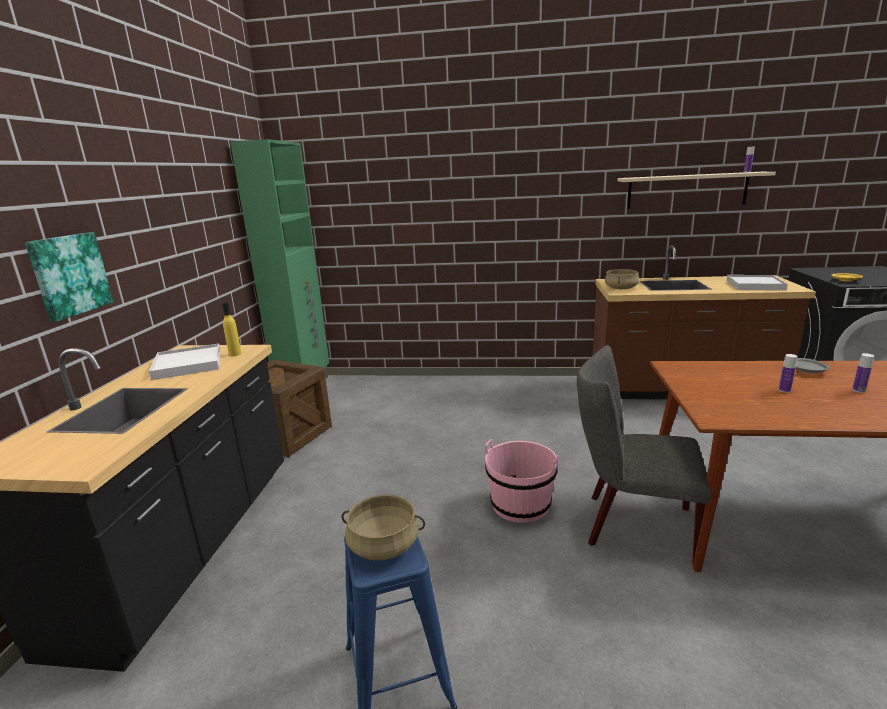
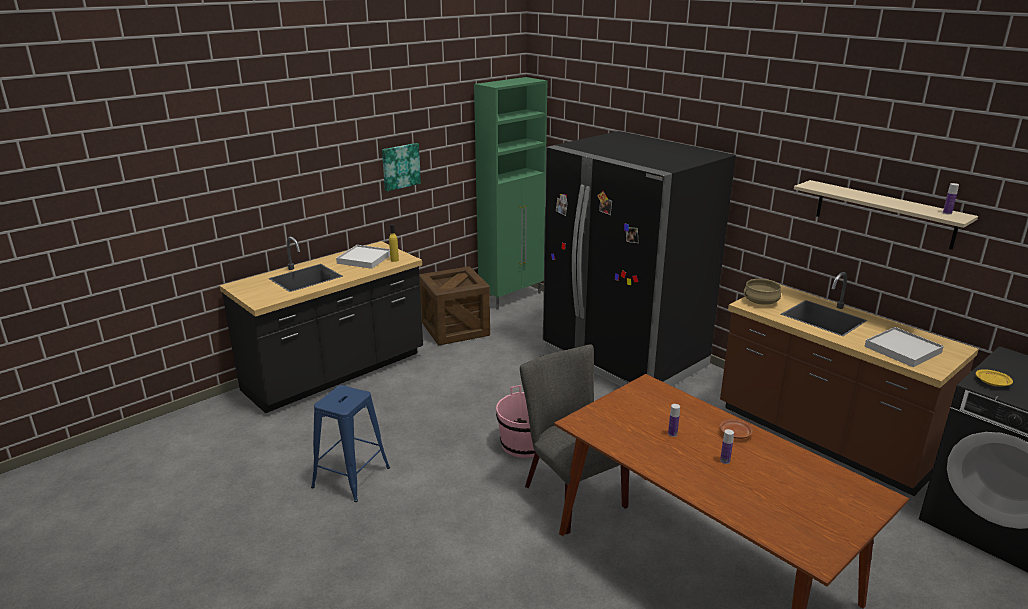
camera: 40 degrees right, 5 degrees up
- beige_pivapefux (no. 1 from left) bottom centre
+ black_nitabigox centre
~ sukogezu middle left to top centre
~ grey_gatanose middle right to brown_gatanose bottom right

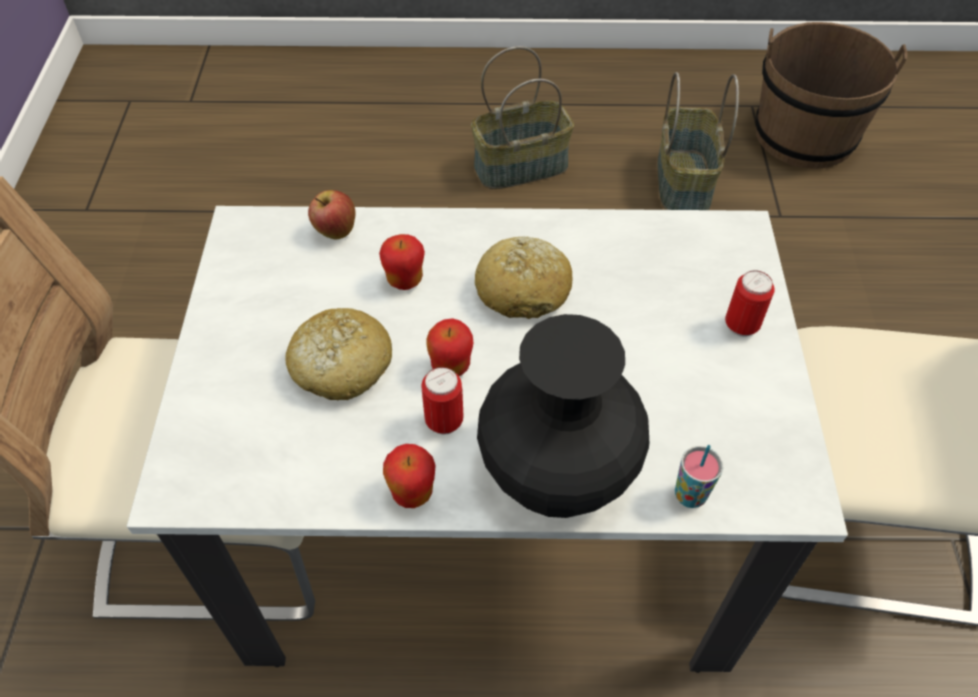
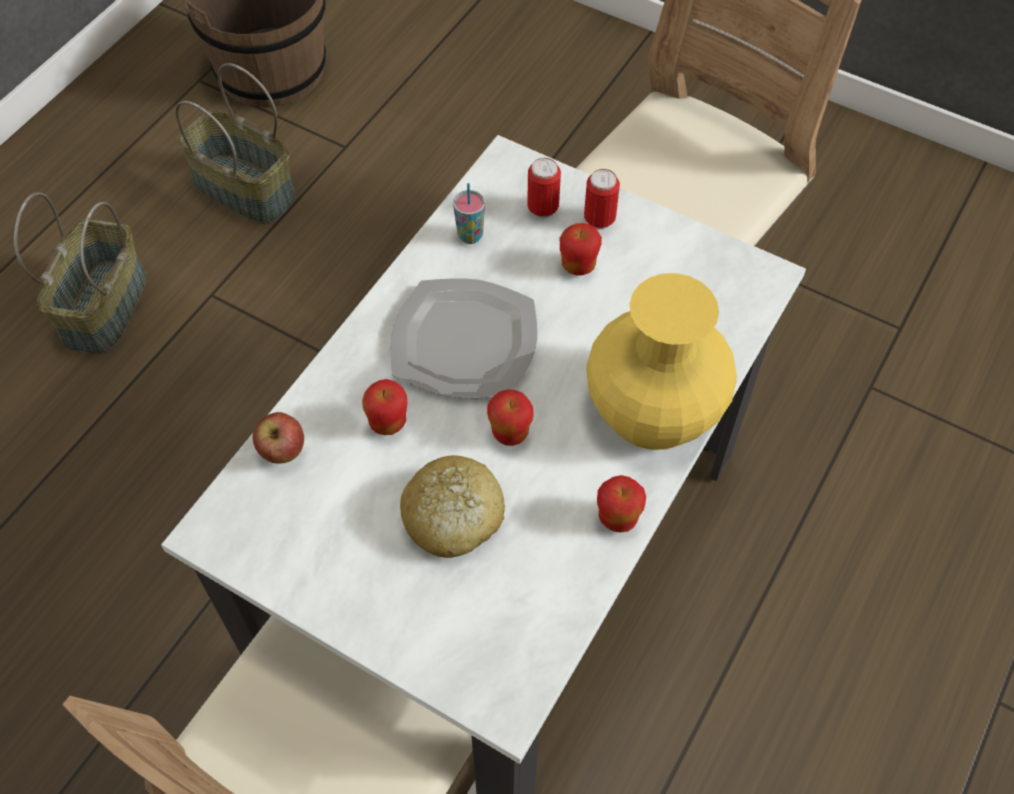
camera: 60 degrees left, 5 degrees up
+ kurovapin (no. 4 from left) top centre
~ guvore (no. 1 from left) centre to top centre
~ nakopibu bottom right to top centre
~ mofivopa (no. 2 from left) centre to gatanose centre
~ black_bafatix centre to yellow_bafatix centre

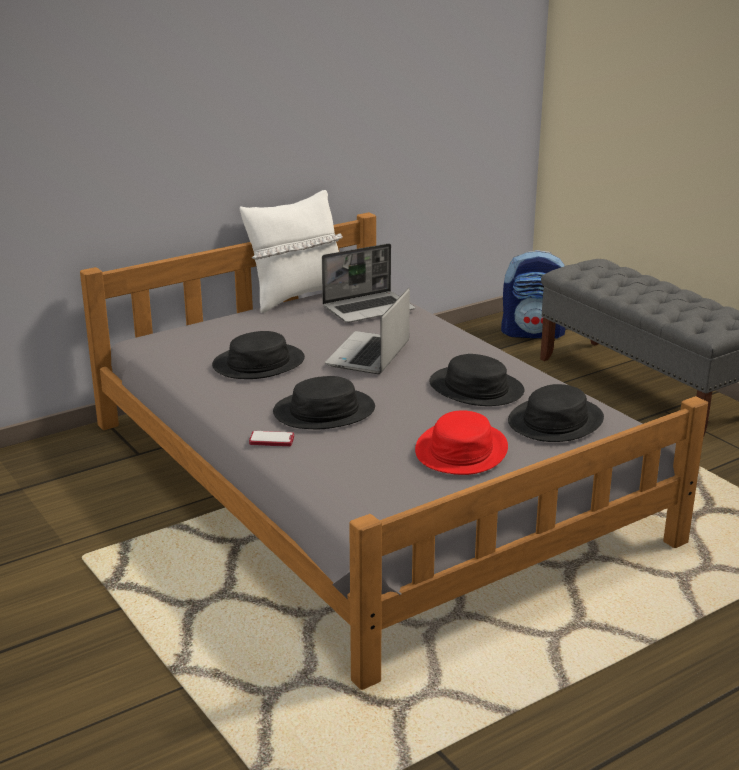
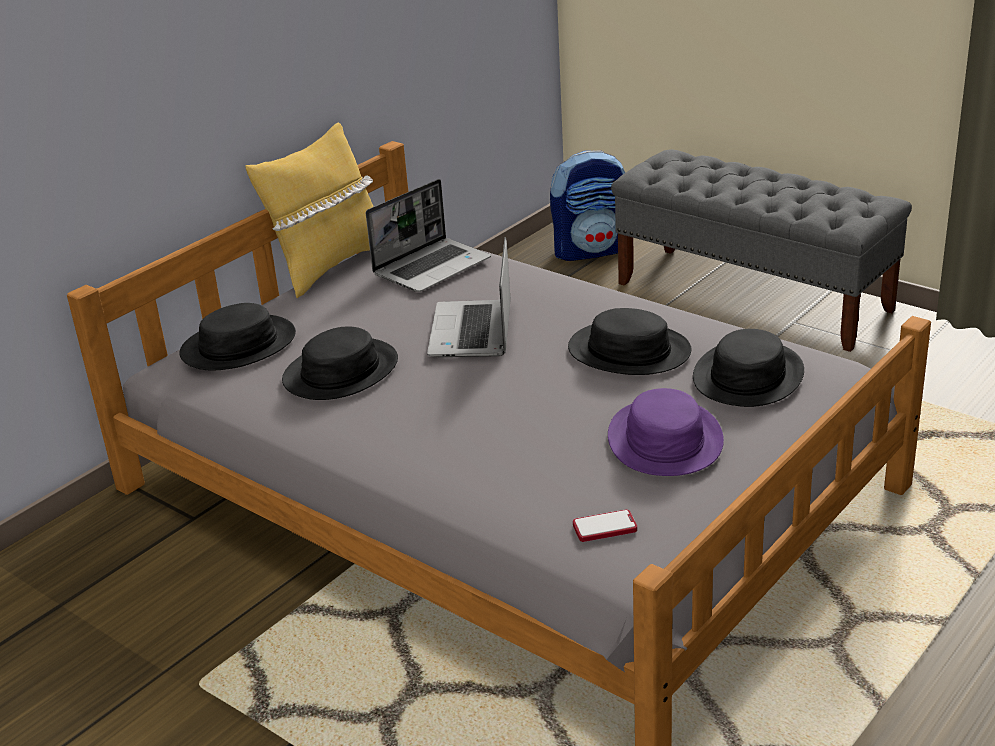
camera: 15 degrees left, 5 degrees up
~ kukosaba centre to bottom centre
~ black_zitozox (no. 2 from left in the first image) centre to black_zitozox (no. 1 from left) middle left
~ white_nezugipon top centre to yellow_nezugipon top left
~ red_zitozox centre to purple_zitozox middle right

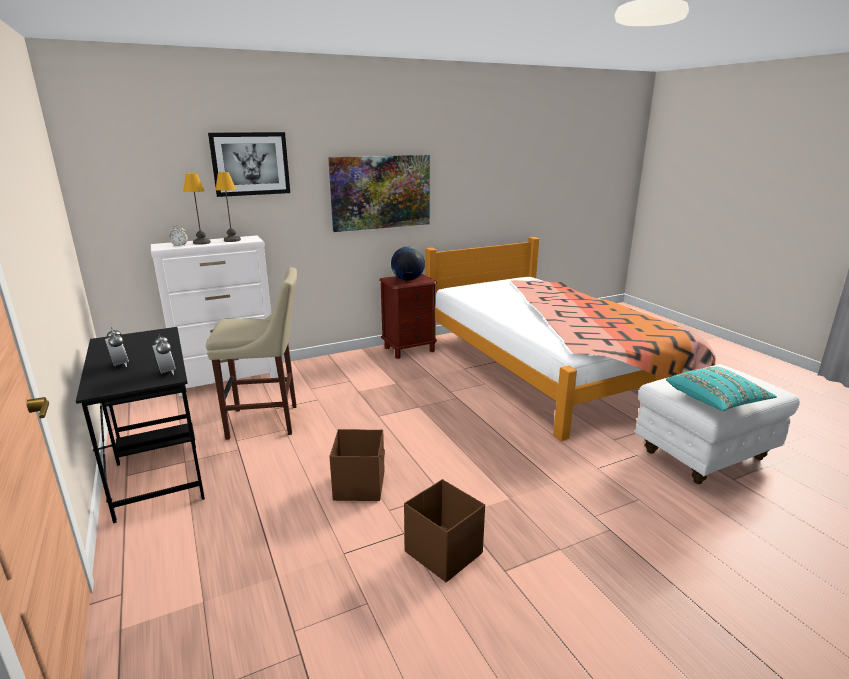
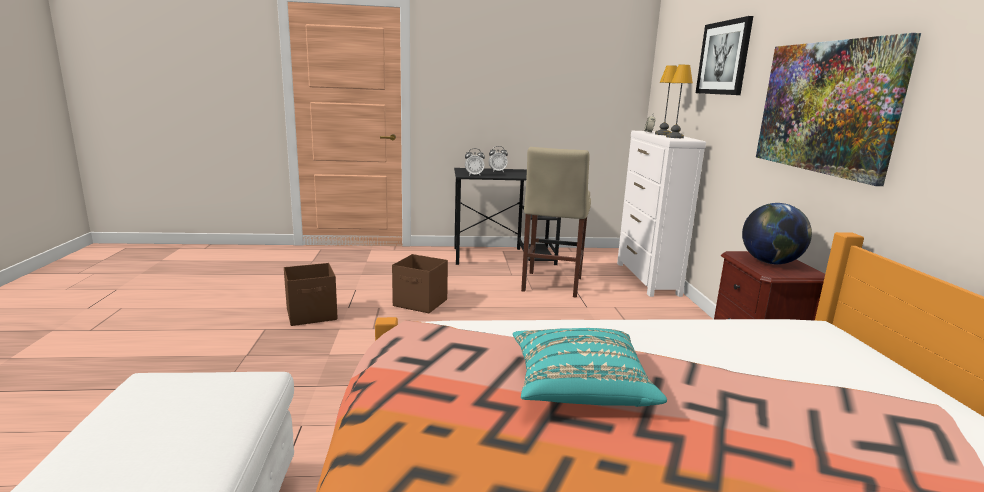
camera: 110 degrees right, 5 degrees down
~ turquoise_nezugipon middle right to bottom centre

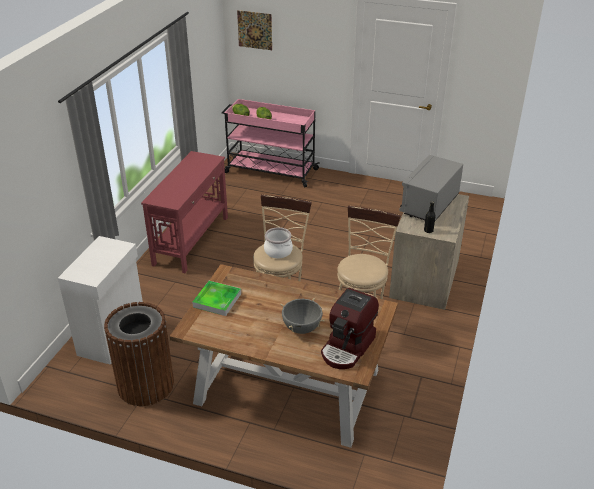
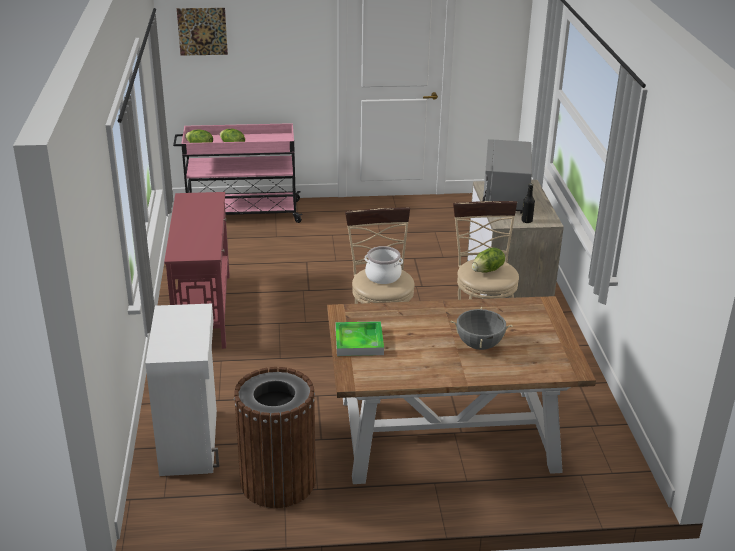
camera: 25 degrees left, 5 degrees down
- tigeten bottom centre
+ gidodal (no. 3 from left) centre

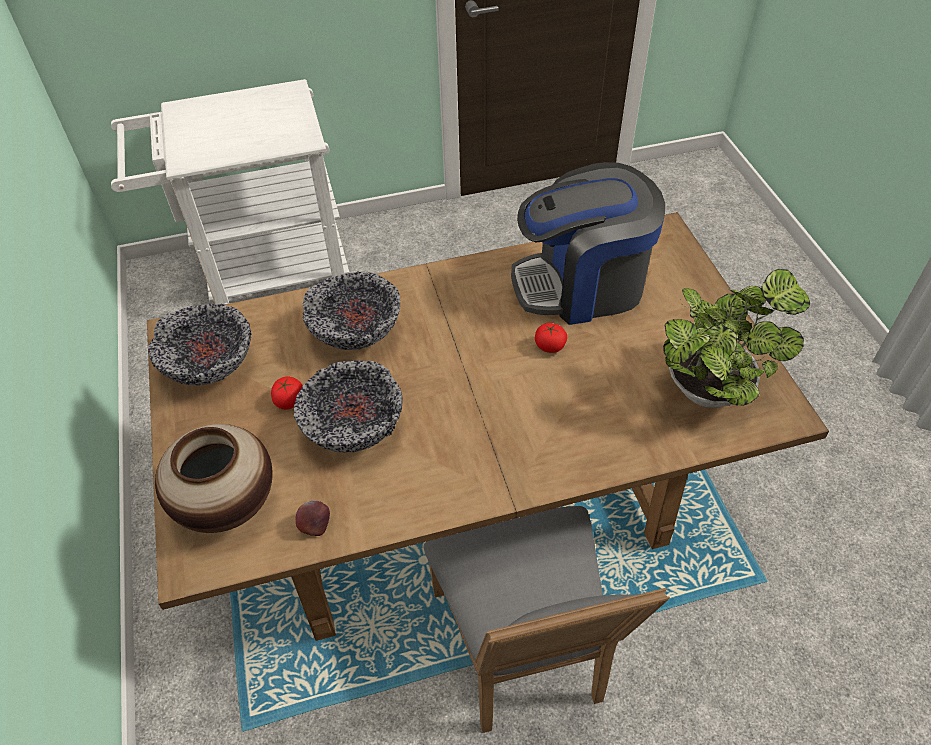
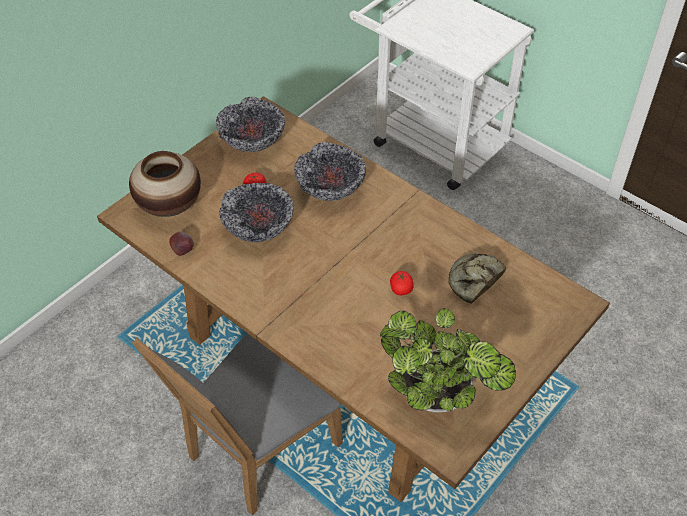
camera: 55 degrees right, 0 degrees up
~ tigeten top centre to mofivopa middle right

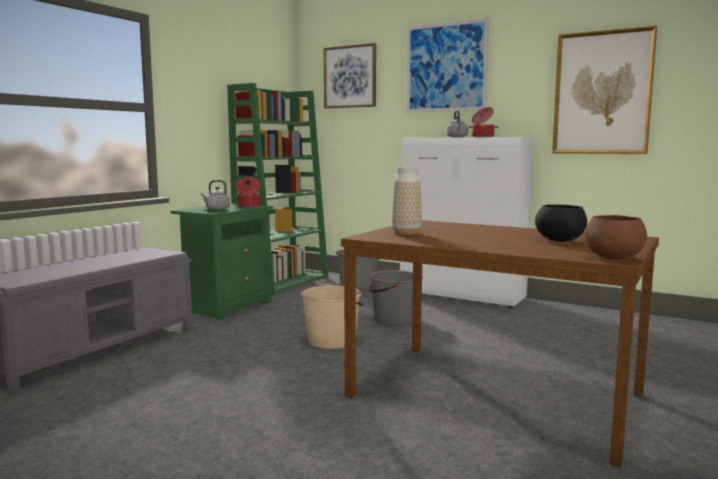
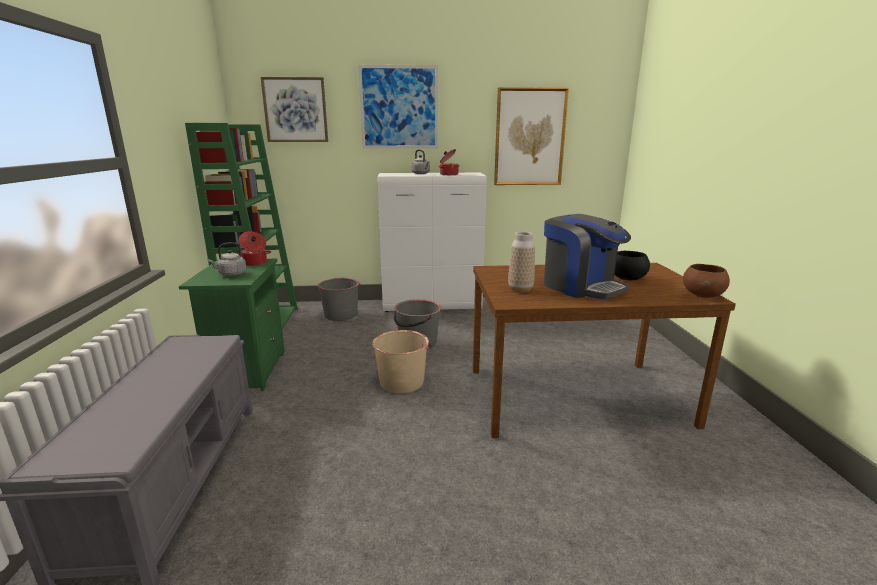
camera: 35 degrees left, 10 degrees up
+ tigeten middle right

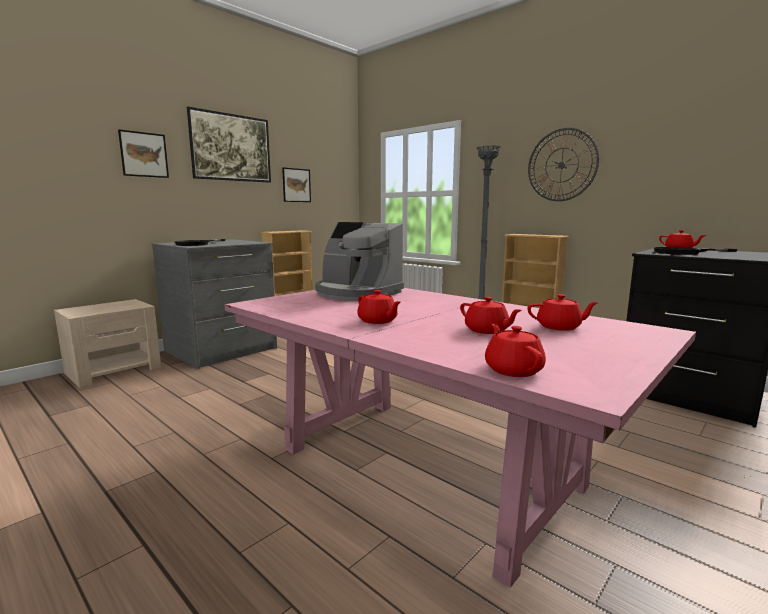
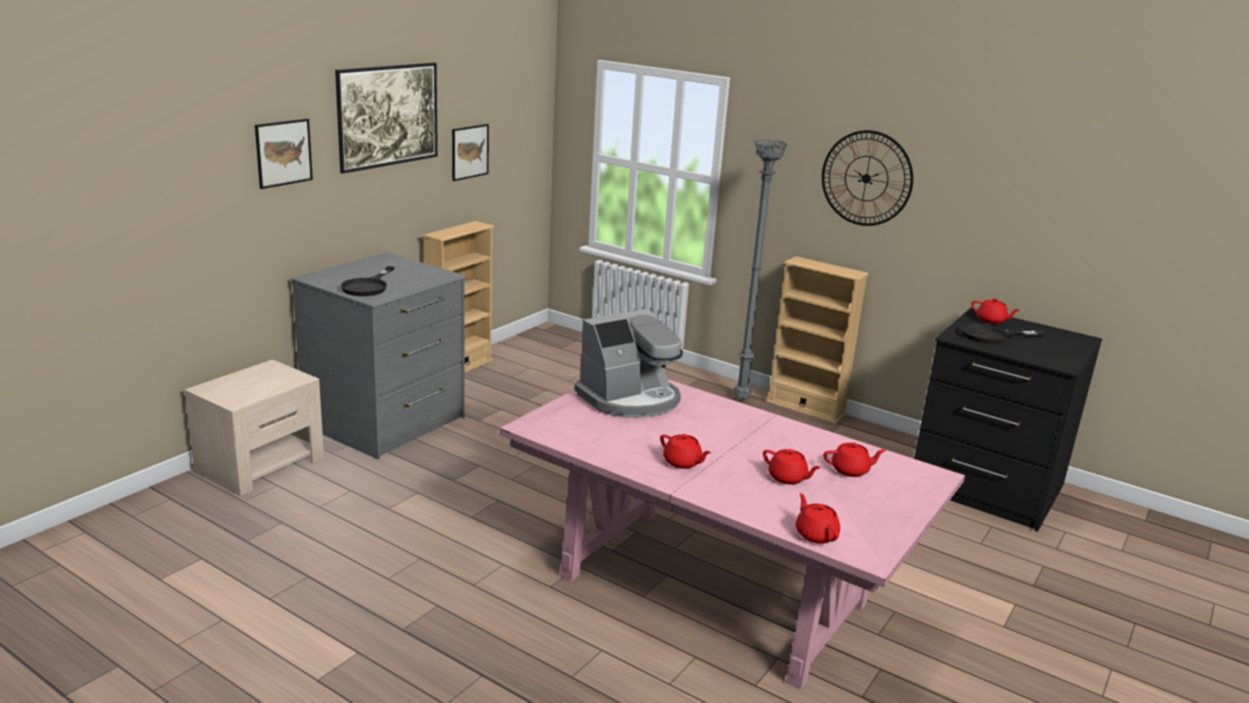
camera: 10 degrees left, 10 degrees up
~ tigeten centre = centre 60 degrees counterclockwise

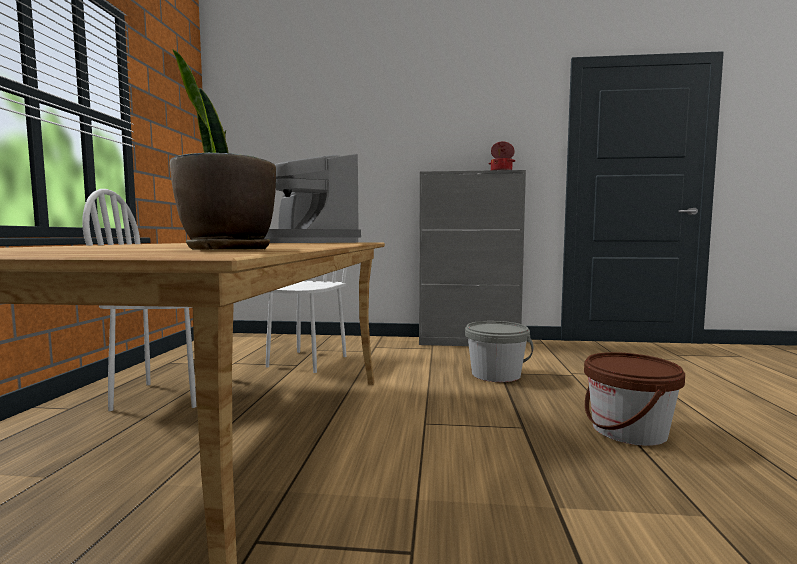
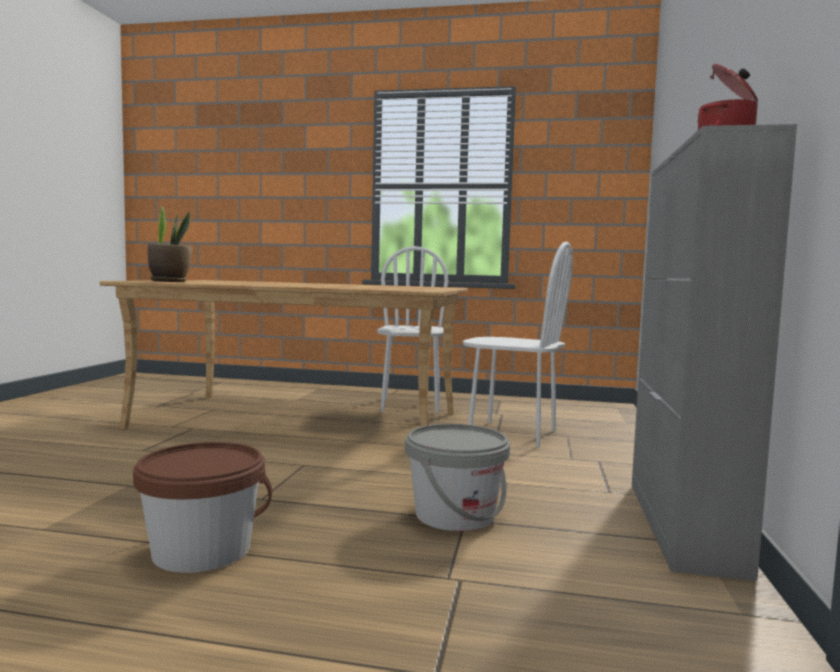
camera: 95 degrees right, 0 degrees up
- tigeten centre

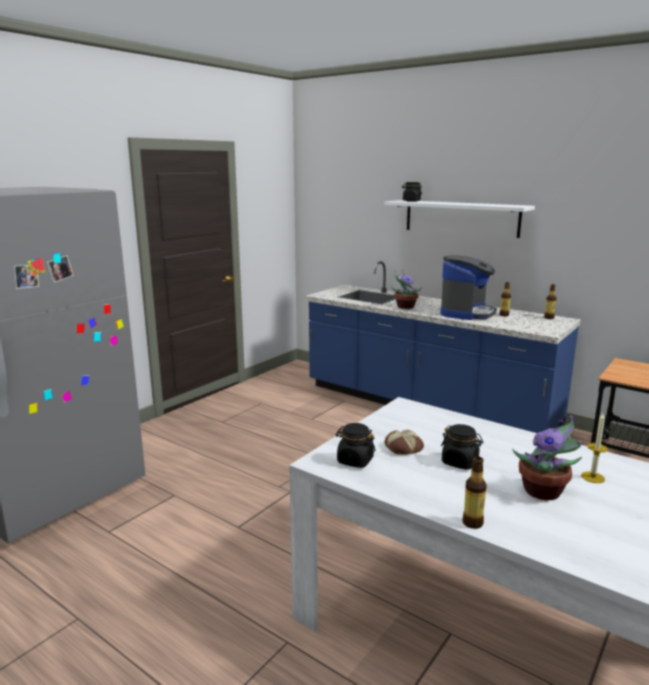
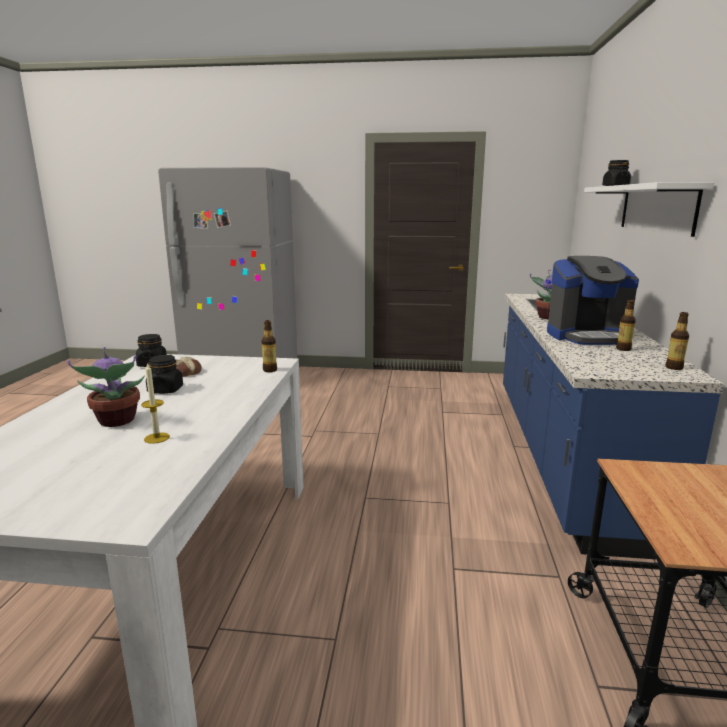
camera: 60 degrees right, 0 degrees up
~ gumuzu (no. 1 from left) bottom right to centre

